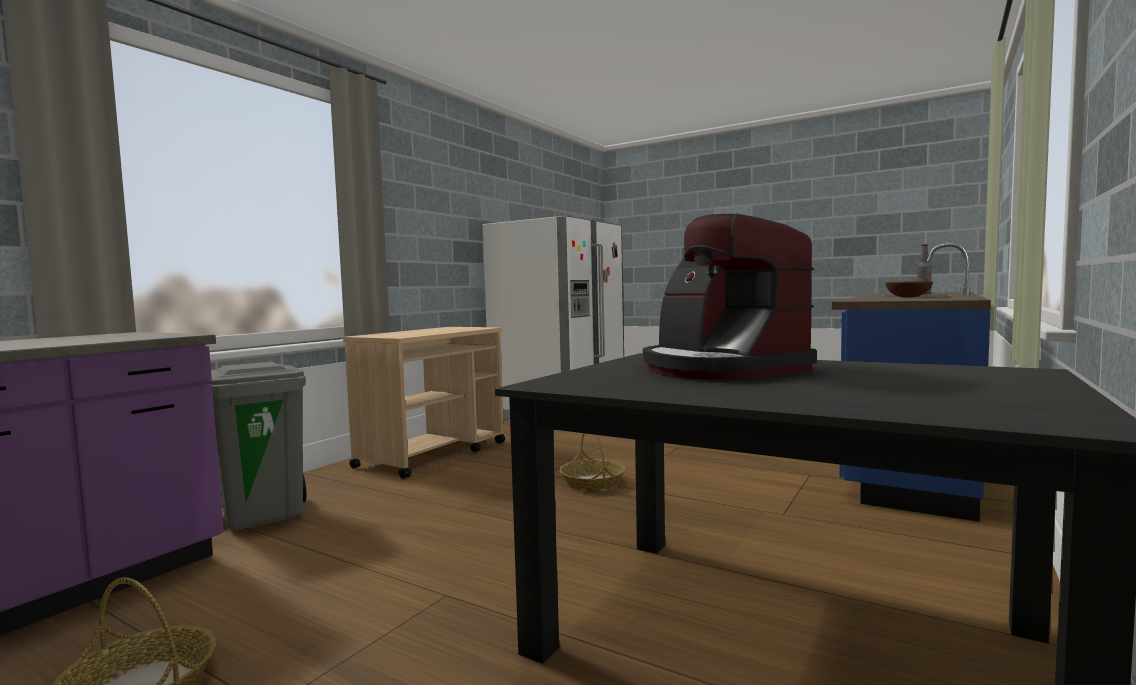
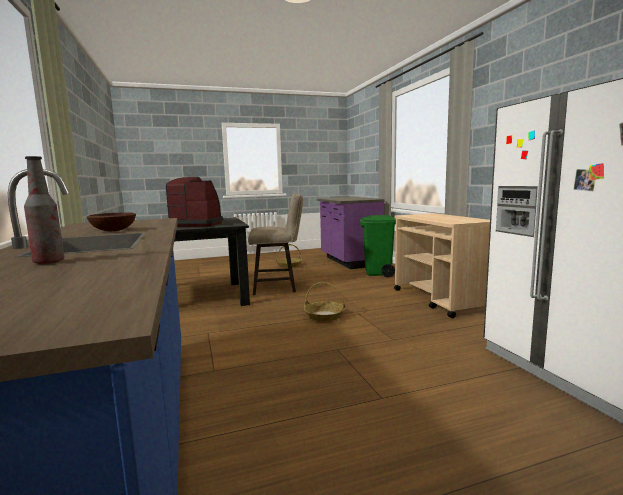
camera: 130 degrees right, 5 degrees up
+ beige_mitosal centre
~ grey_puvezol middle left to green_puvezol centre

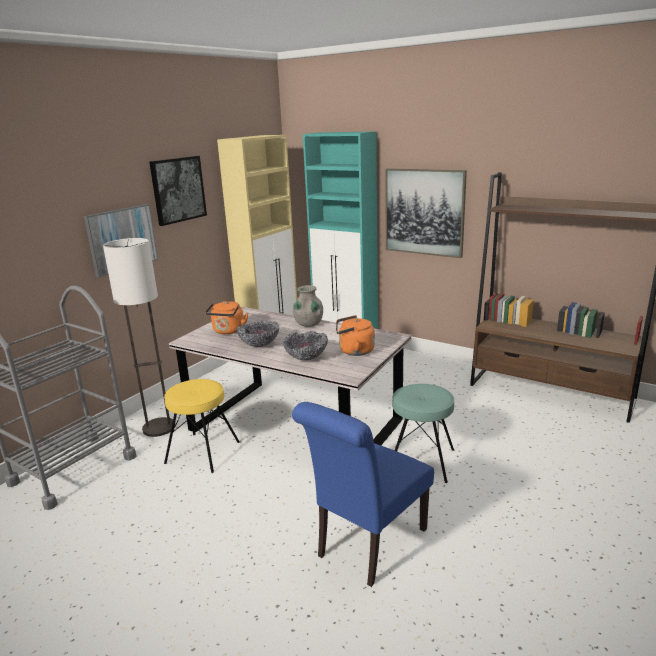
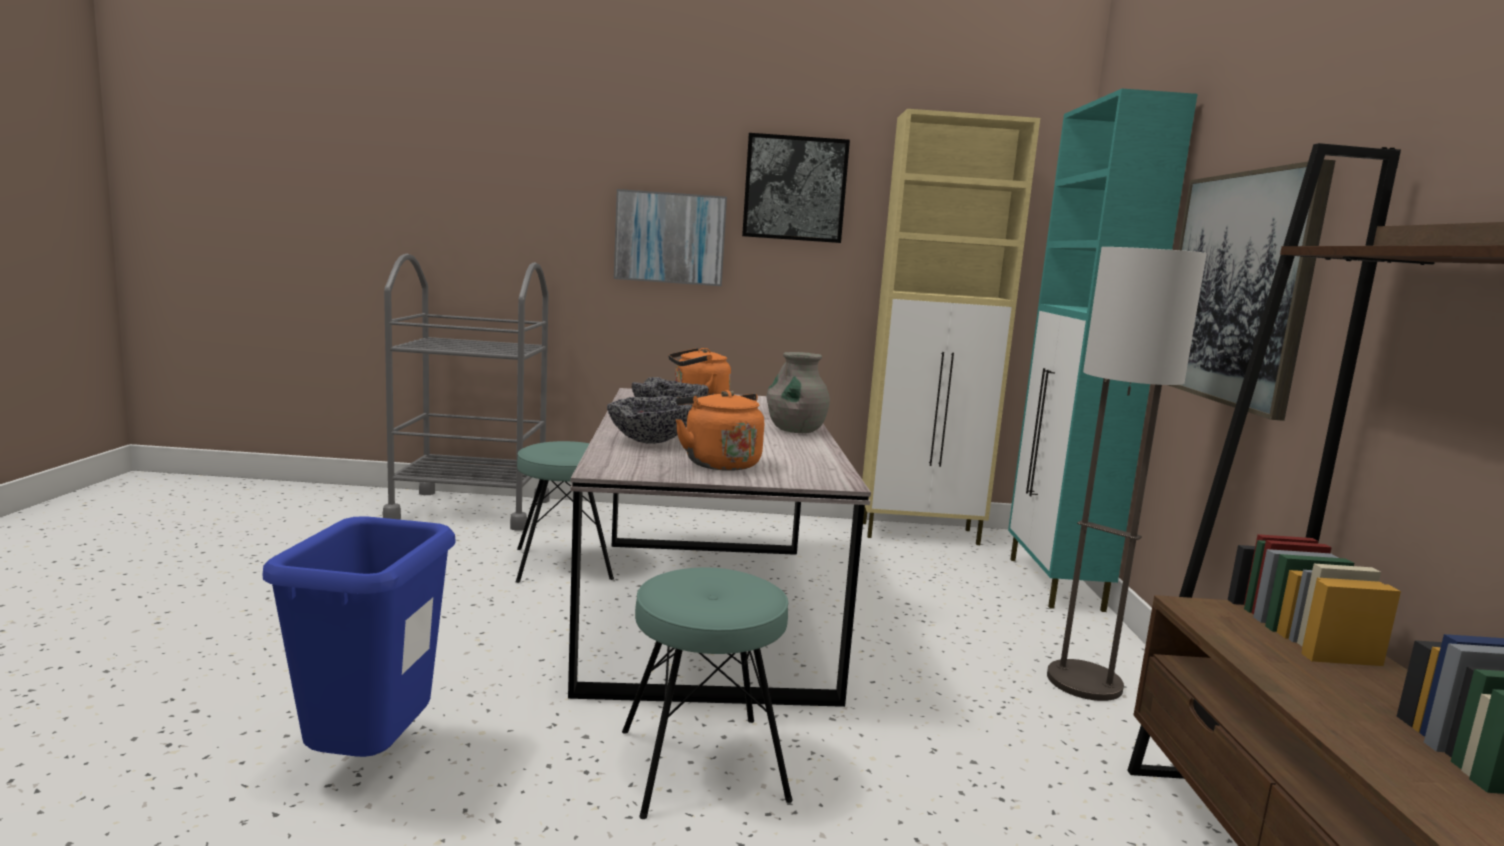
camera: 55 degrees right, 10 degrees down
~ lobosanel middle left to middle right
~ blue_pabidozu bottom centre to blue_puvezol bottom left
~ yellow_mitosal middle left to turquoise_mitosal (no. 1 from left) centre

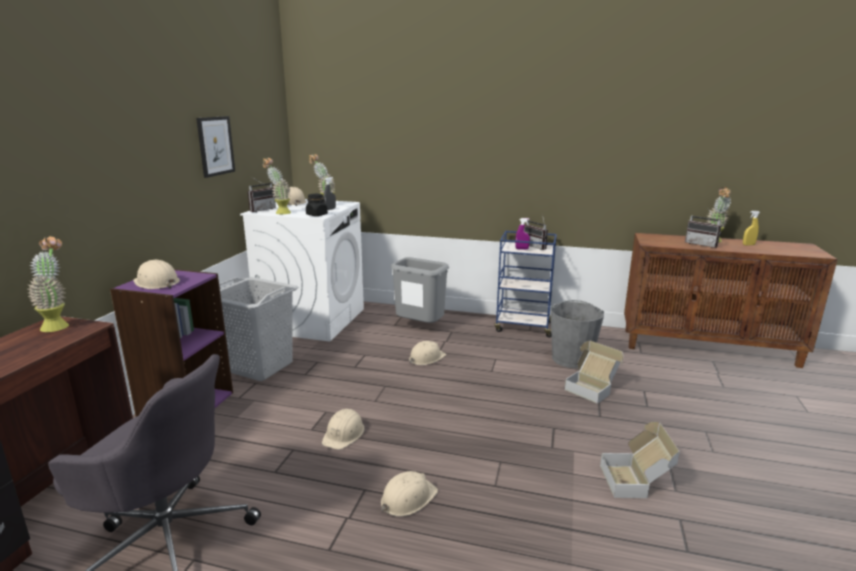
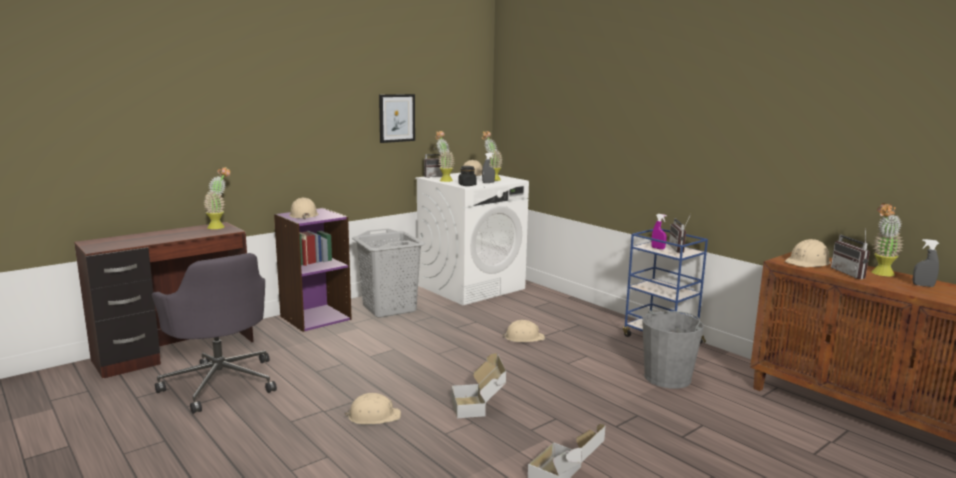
camera: 35 degrees right, 5 degrees down
- grey_puvezol centre
~ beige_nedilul (no. 3 from left in the first image) bottom centre to beige_nedilul (no. 5 from left) middle right
~ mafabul (no. 1 from left) middle right to bottom centre
~ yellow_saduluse middle right to grey_saduluse (no. 2 from left) middle right

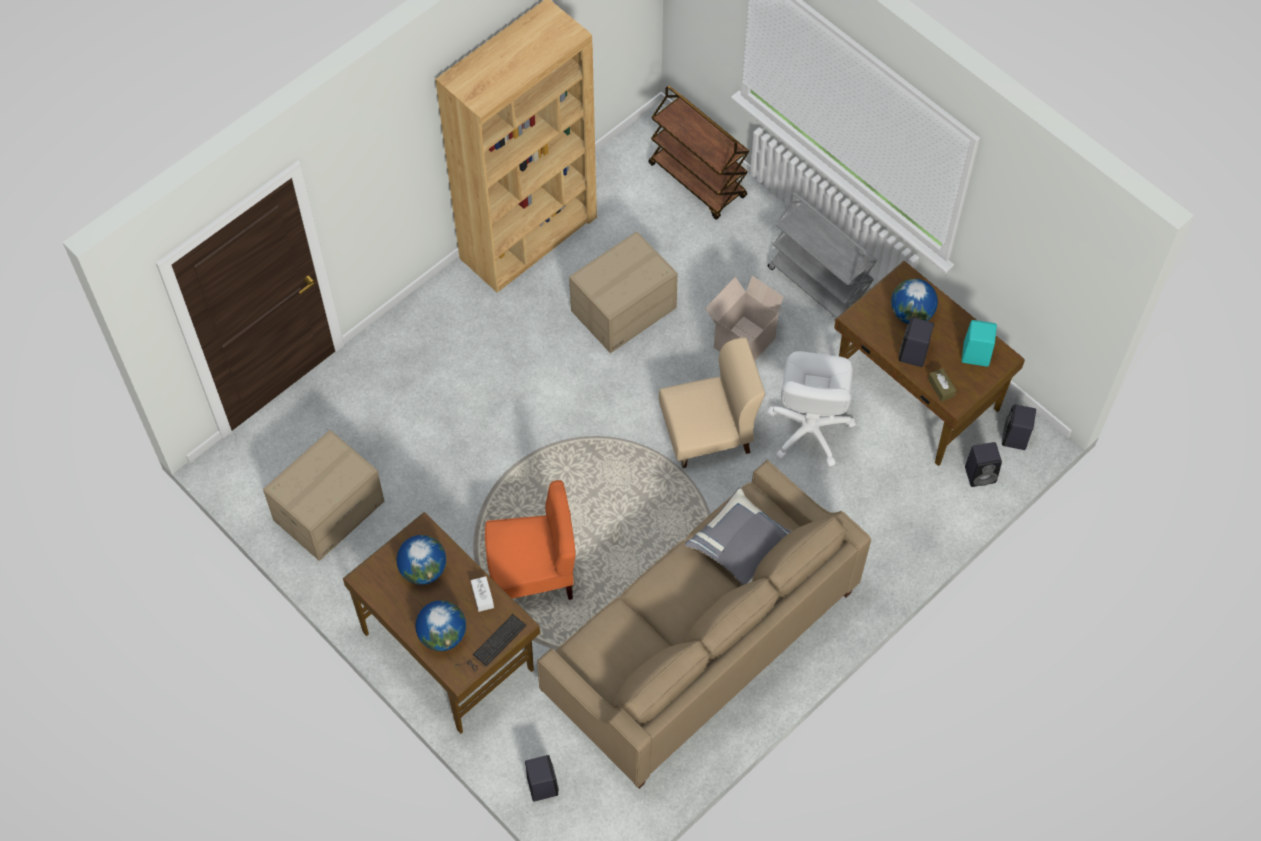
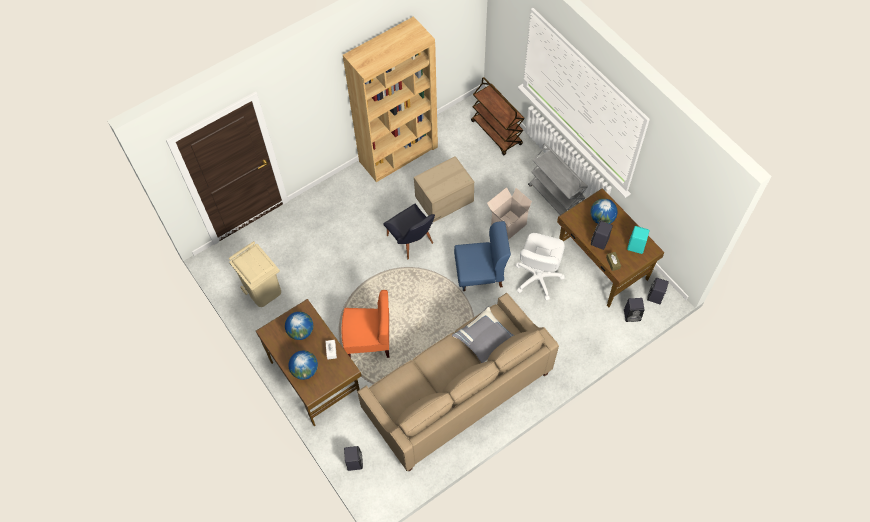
camera: 10 degrees right, 0 degrees up
- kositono bottom centre
+ black_pabidozu centre
~ mafabul (no. 1 from left) middle left to beige_puvezol middle left
~ beige_pabidozu centre to blue_pabidozu centre

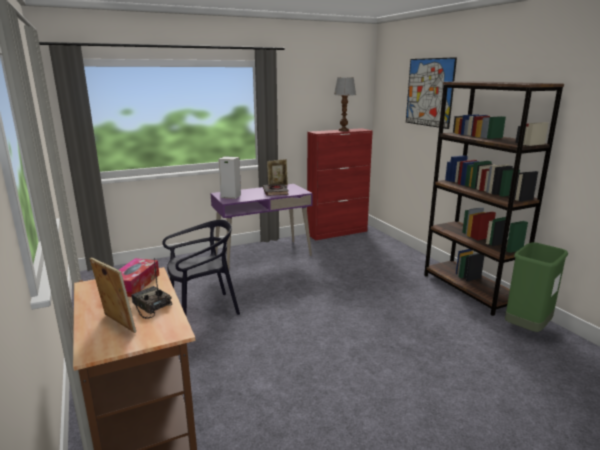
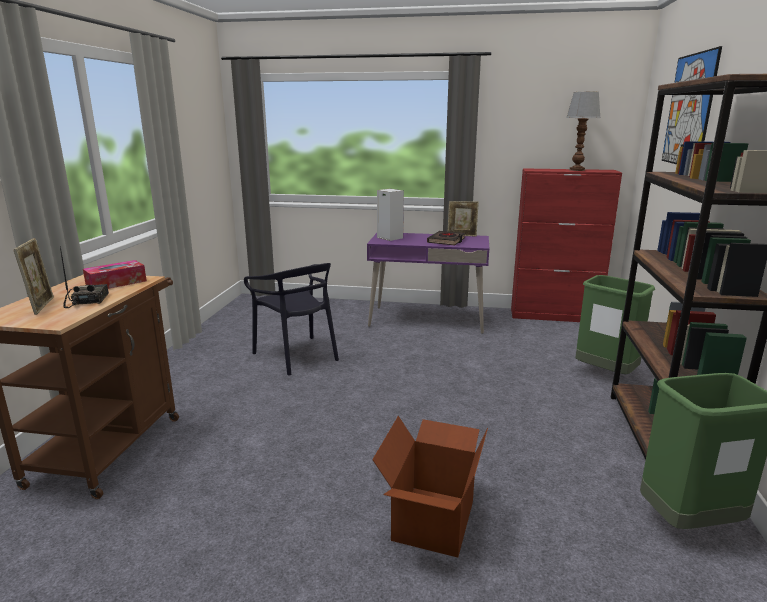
camera: 35 degrees right, 0 degrees up
+ mafabul bottom centre
+ green_puvezol (no. 1 from left) middle right
~ black_pabidozu centre = centre 45 degrees clockwise

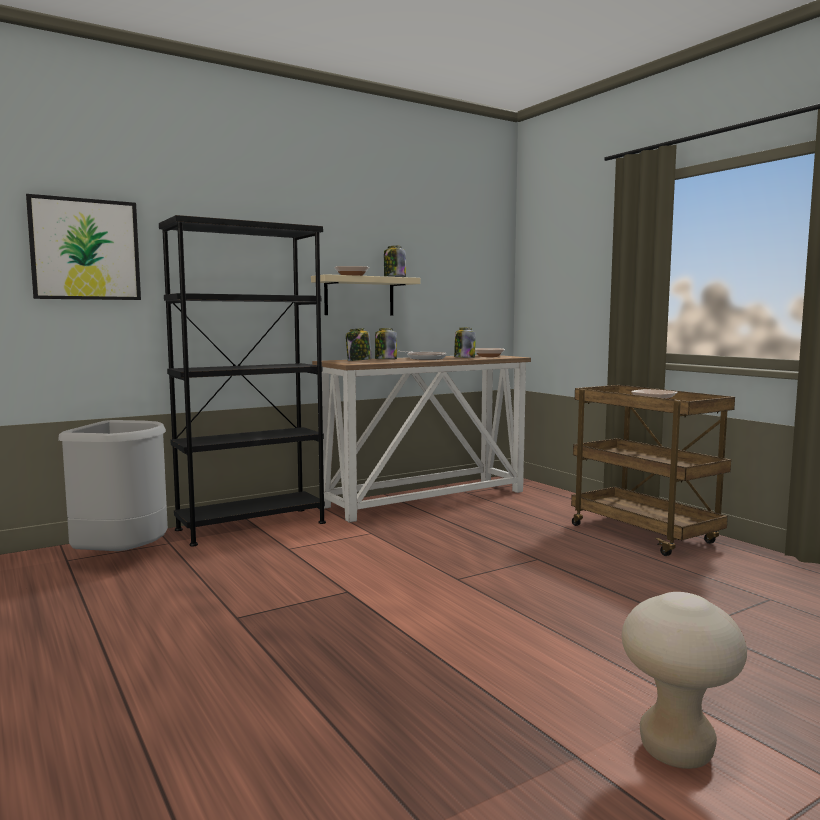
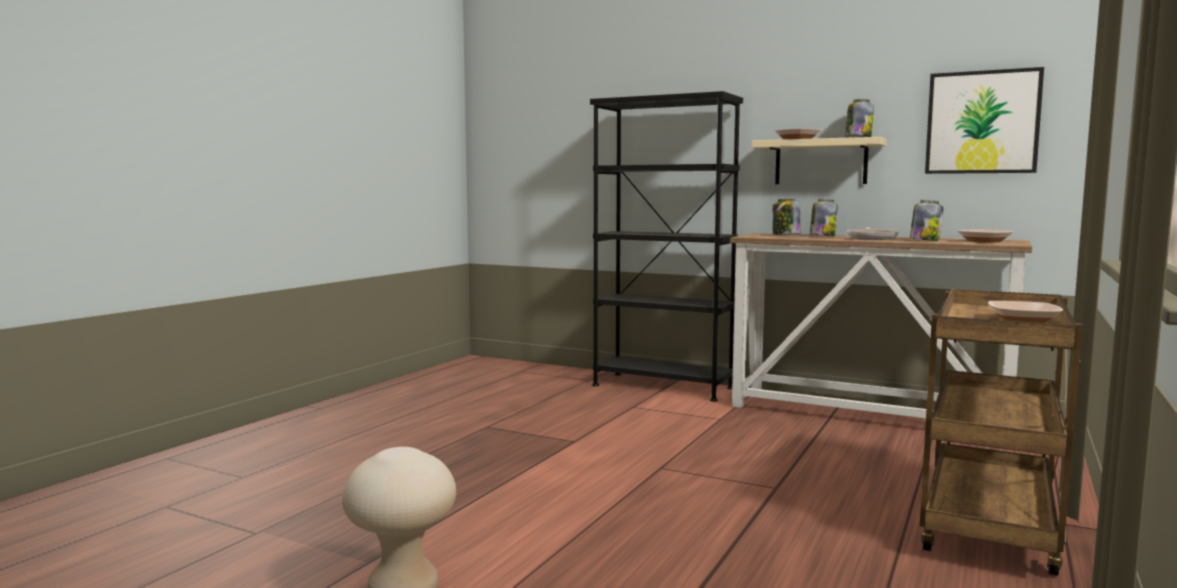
camera: 60 degrees right, 0 degrees up
- grey_puvezol middle left
~ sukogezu top left to top right

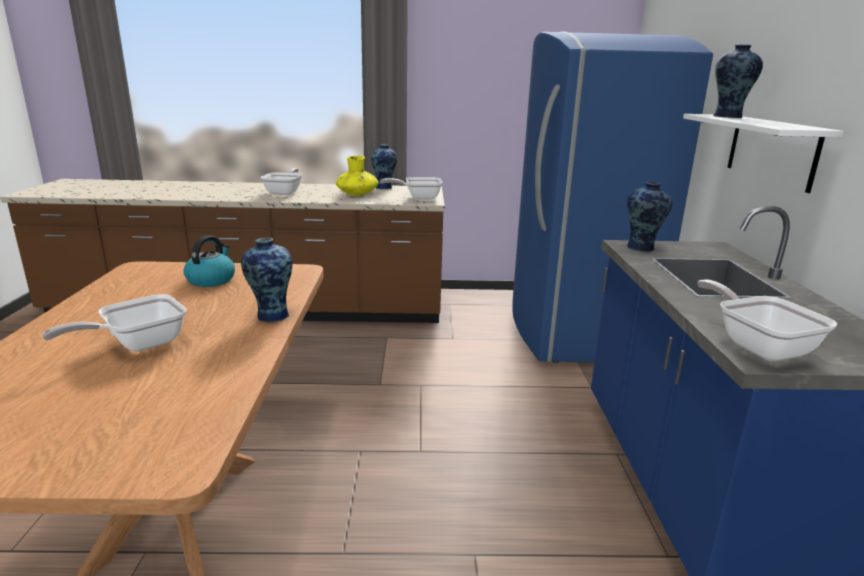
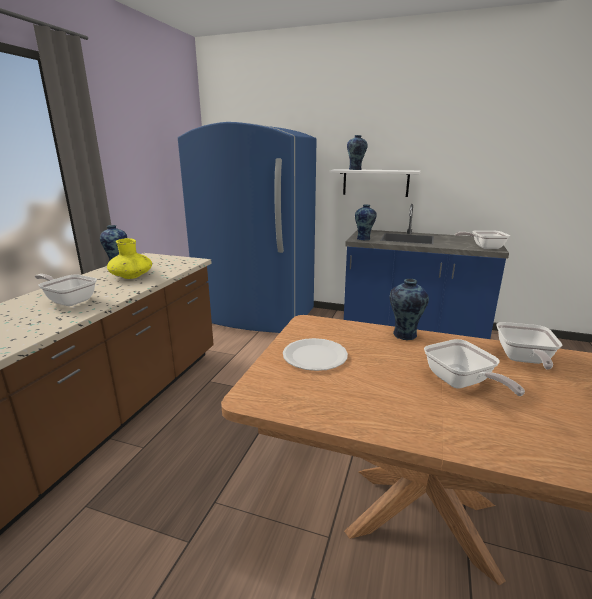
camera: 70 degrees left, 0 degrees up
~ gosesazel (no. 3 from left in the first image) top centre to gosesazel (no. 4 from left) middle right
~ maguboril middle left to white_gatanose centre

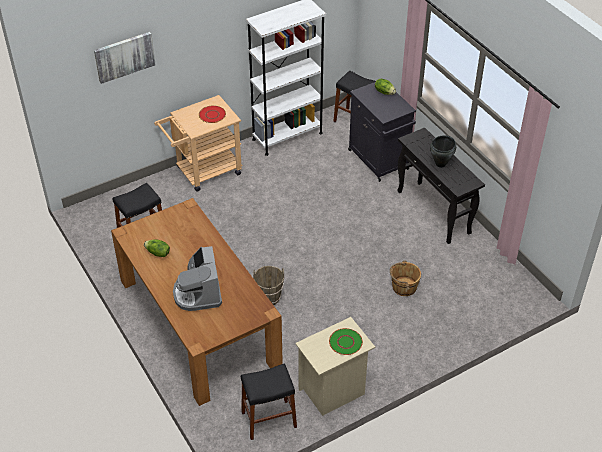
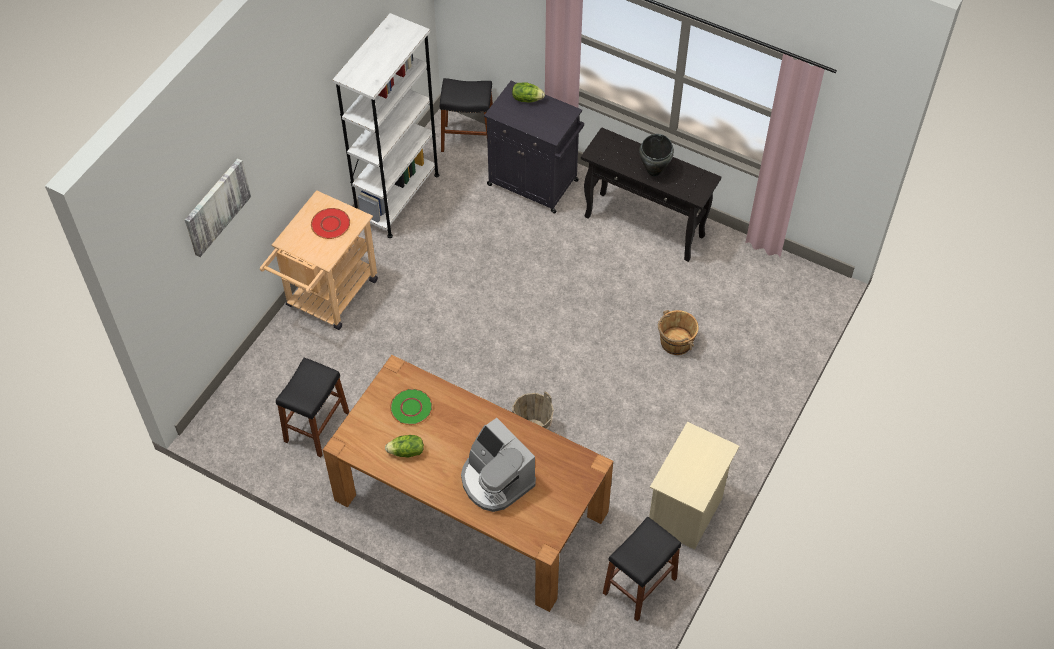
camera: 30 degrees left, 10 degrees up
~ green_gatanose bottom centre to centre

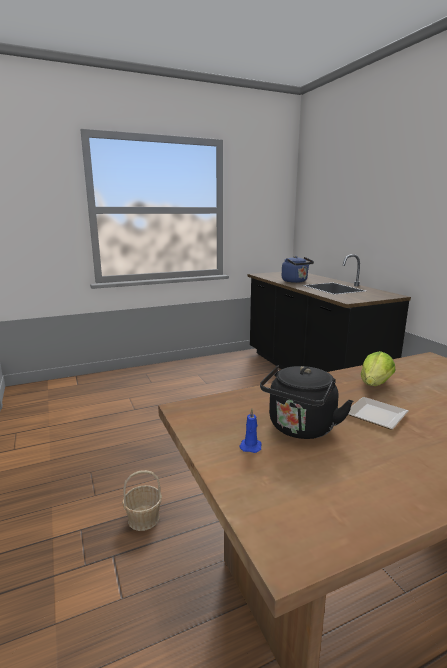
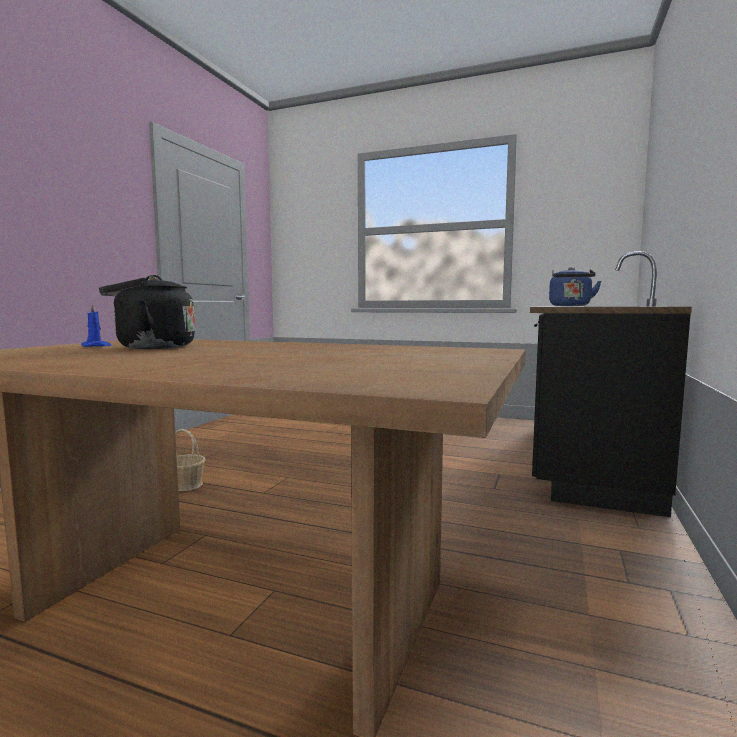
camera: 45 degrees right, 10 degrees down
- gatanose middle right
- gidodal middle right

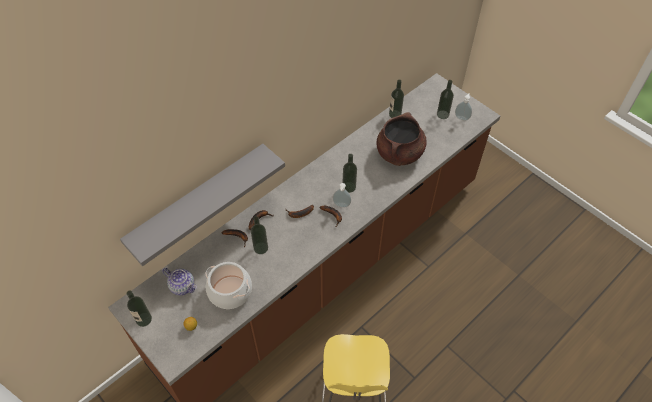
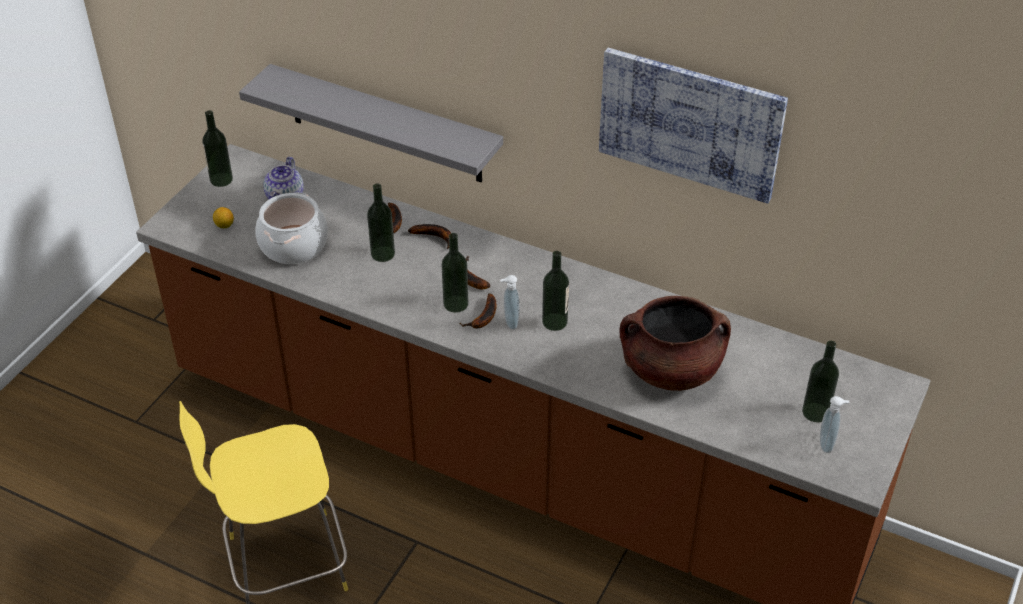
camera: 70 degrees right, 10 degrees down
+ sukogezu top right
~ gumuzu (no. 4 from left in the first image) top centre to gumuzu (no. 3 from left) centre

